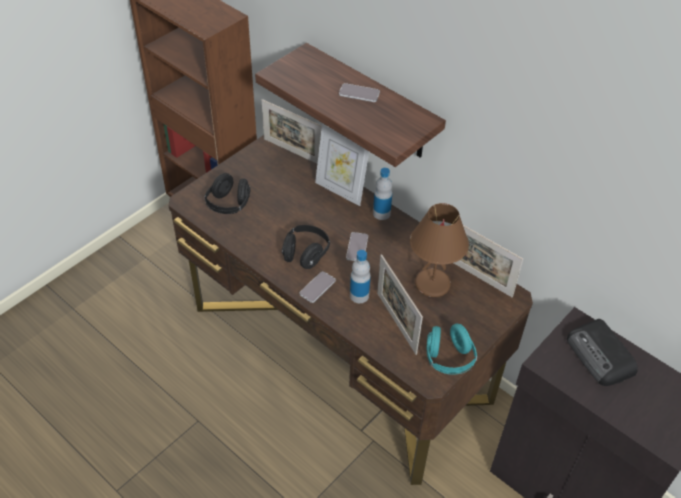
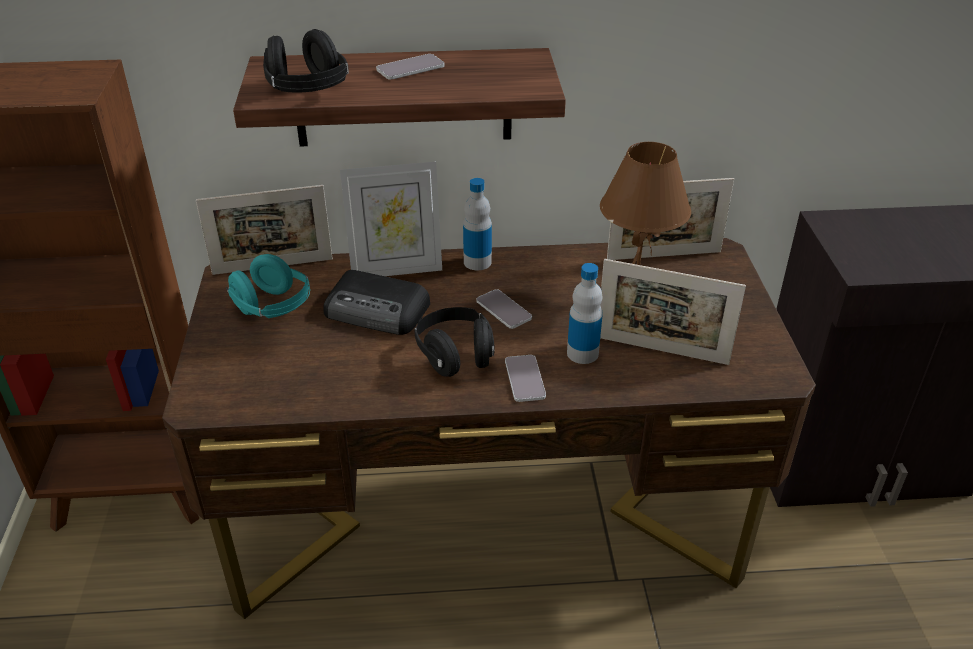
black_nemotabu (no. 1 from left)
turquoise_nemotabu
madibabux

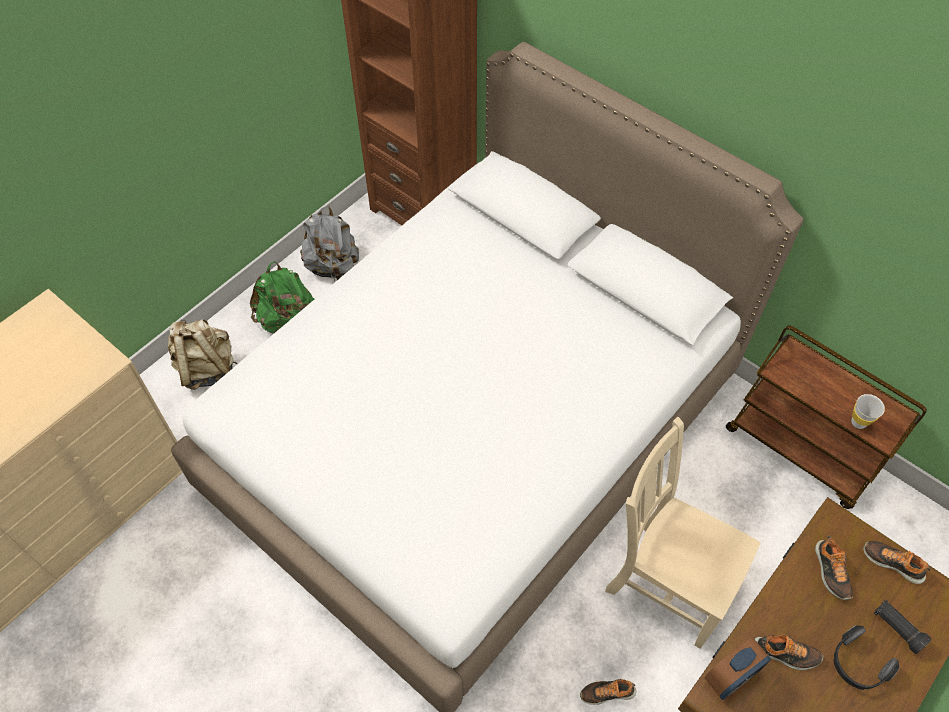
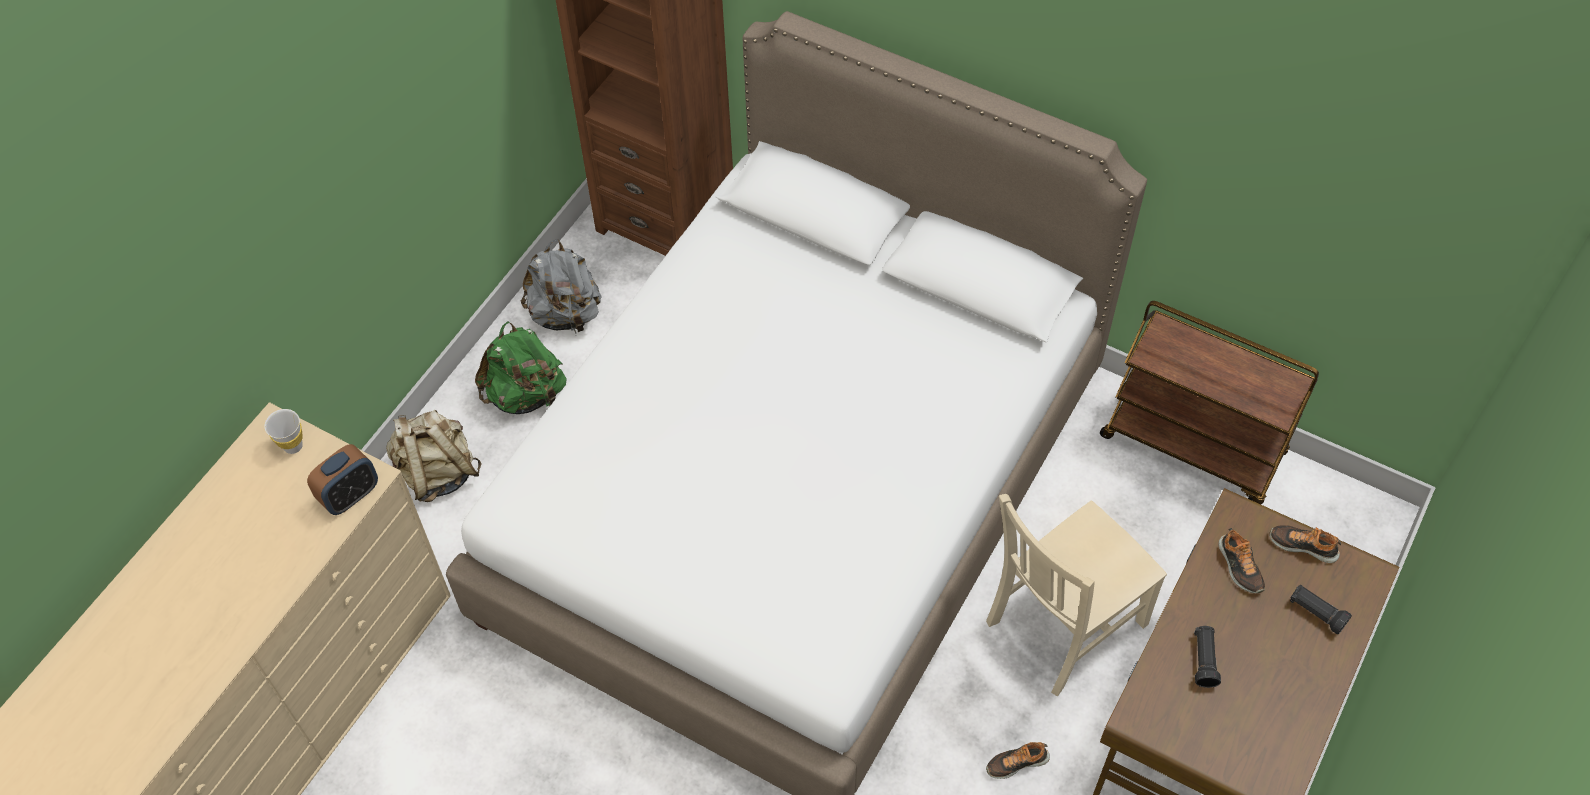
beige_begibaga
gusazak
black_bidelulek (no. 1 from left)
nemotabu
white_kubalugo

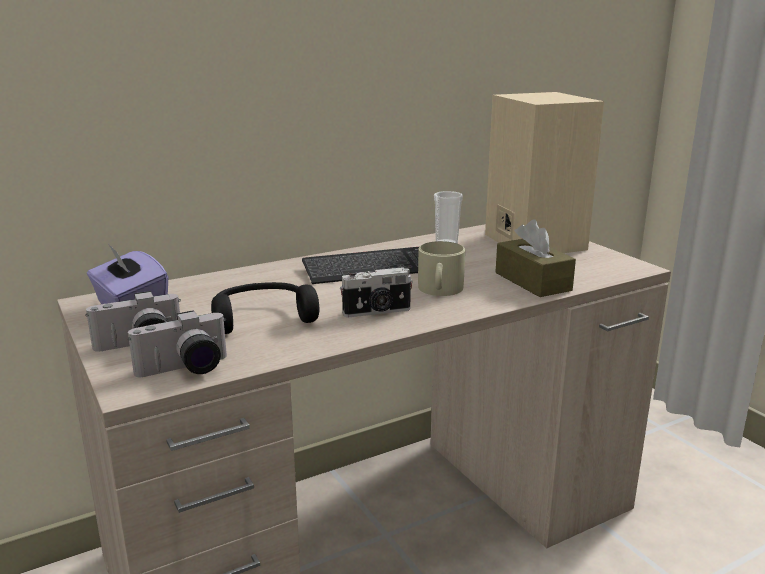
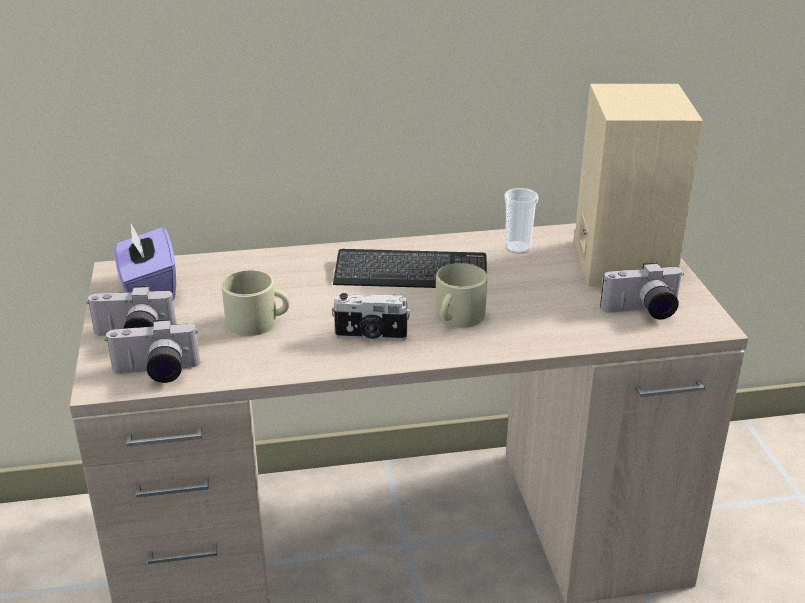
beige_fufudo (no. 1 from left)
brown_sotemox
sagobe (no. 4 from left)

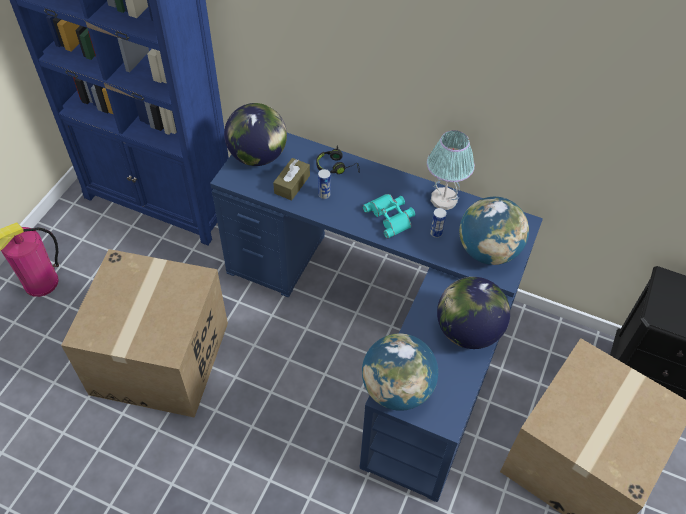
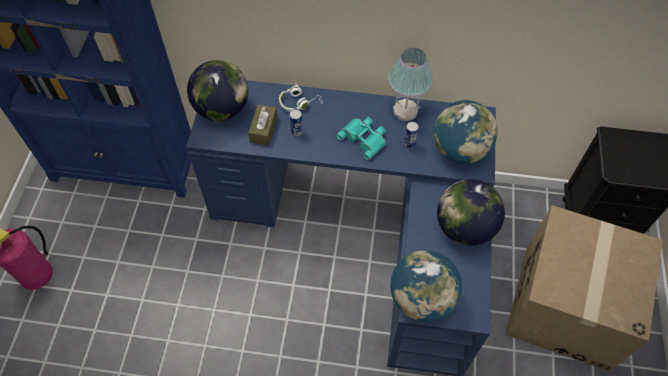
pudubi (no. 1 from left in the first image)
white_nemotabu

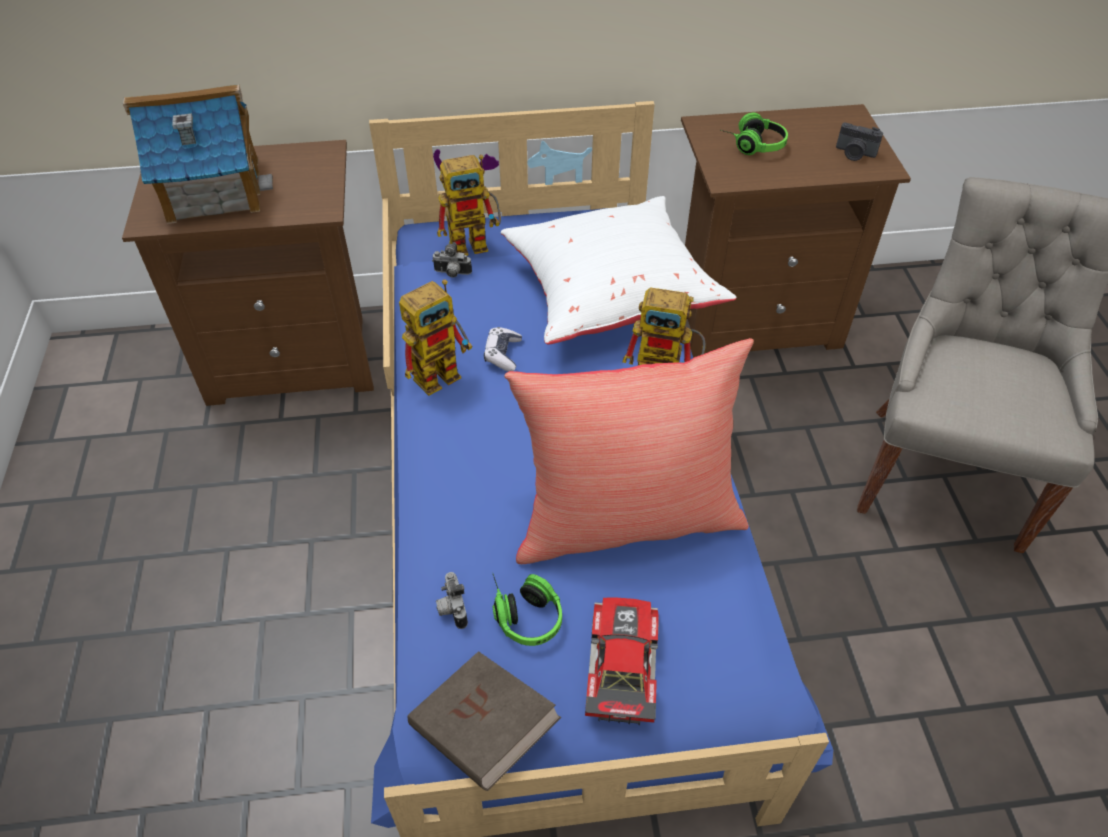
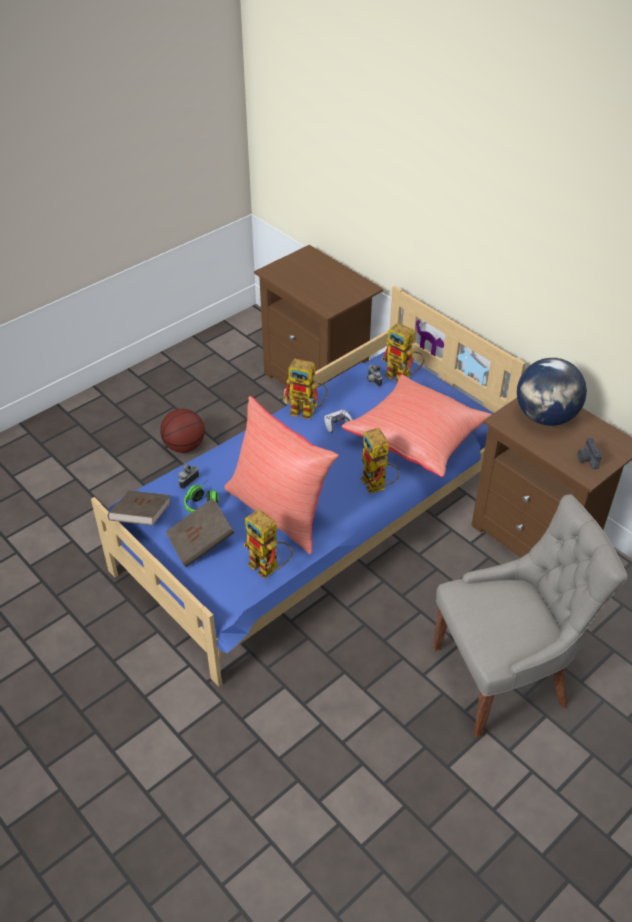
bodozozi
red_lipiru (no. 2 from left)
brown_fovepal (no. 2 from left)
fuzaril
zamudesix
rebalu (no. 1 from left)

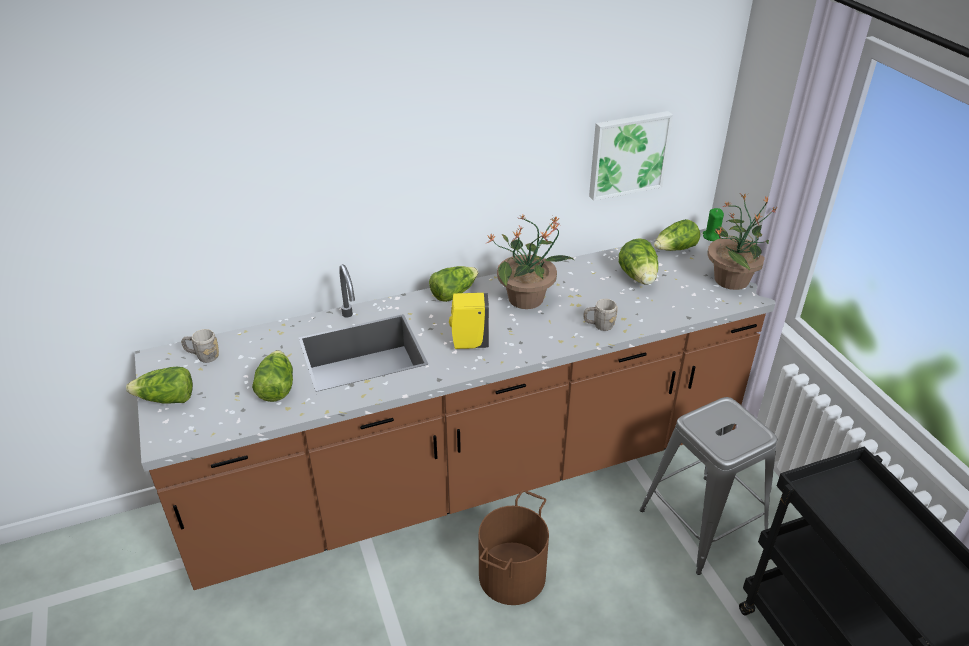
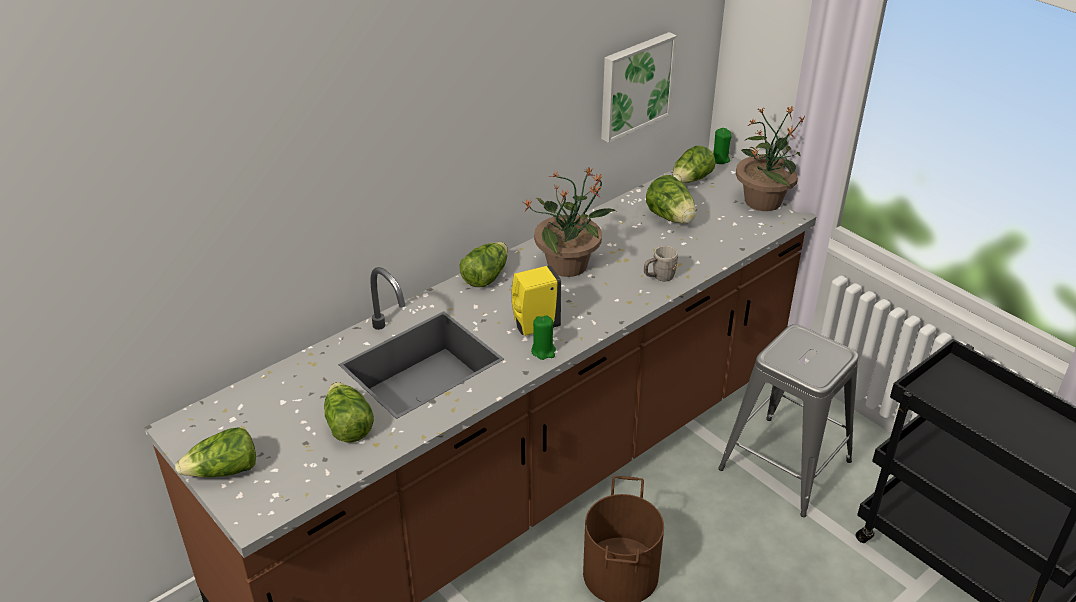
grey_fufudo (no. 1 from left in the first image)
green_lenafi (no. 1 from left)

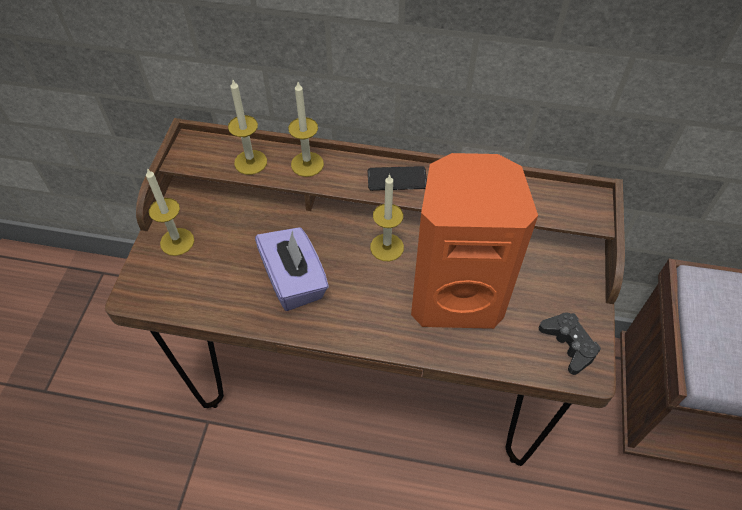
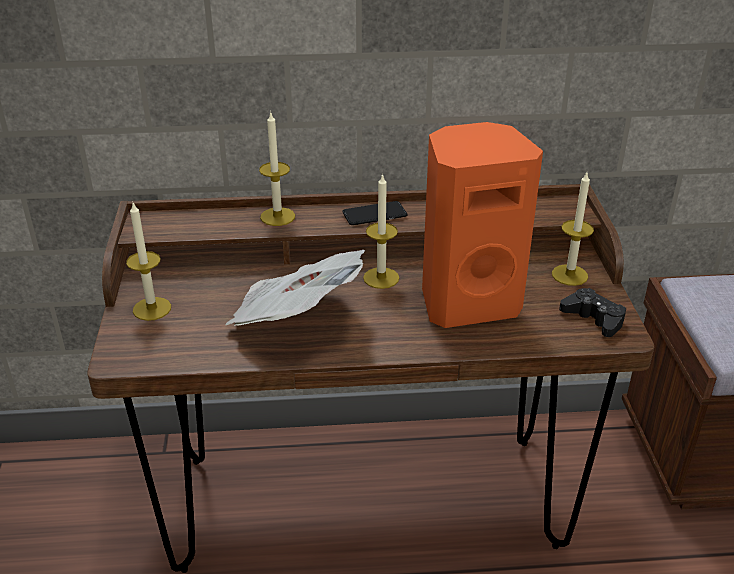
lenafi (no. 4 from left)
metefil

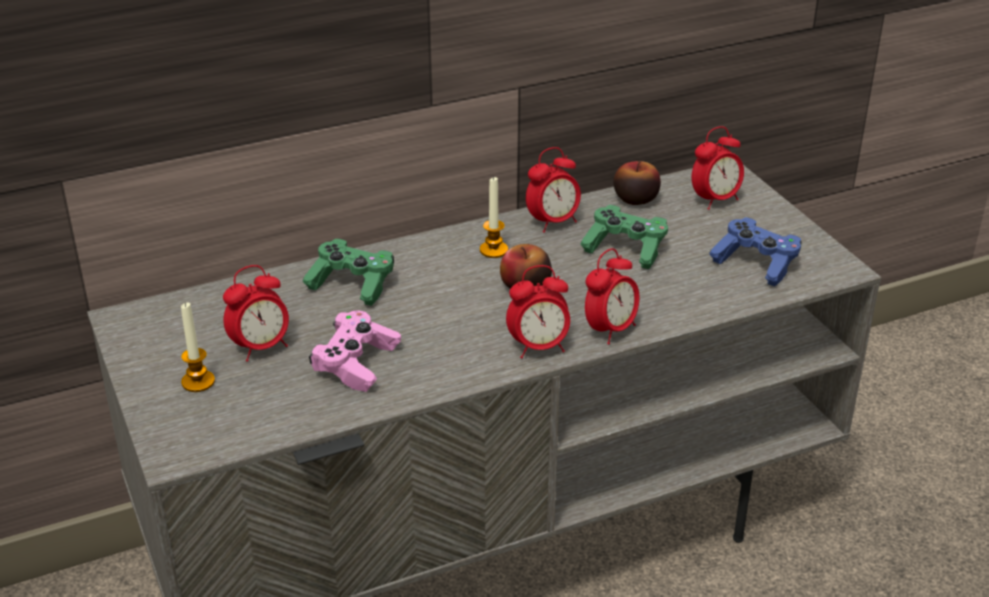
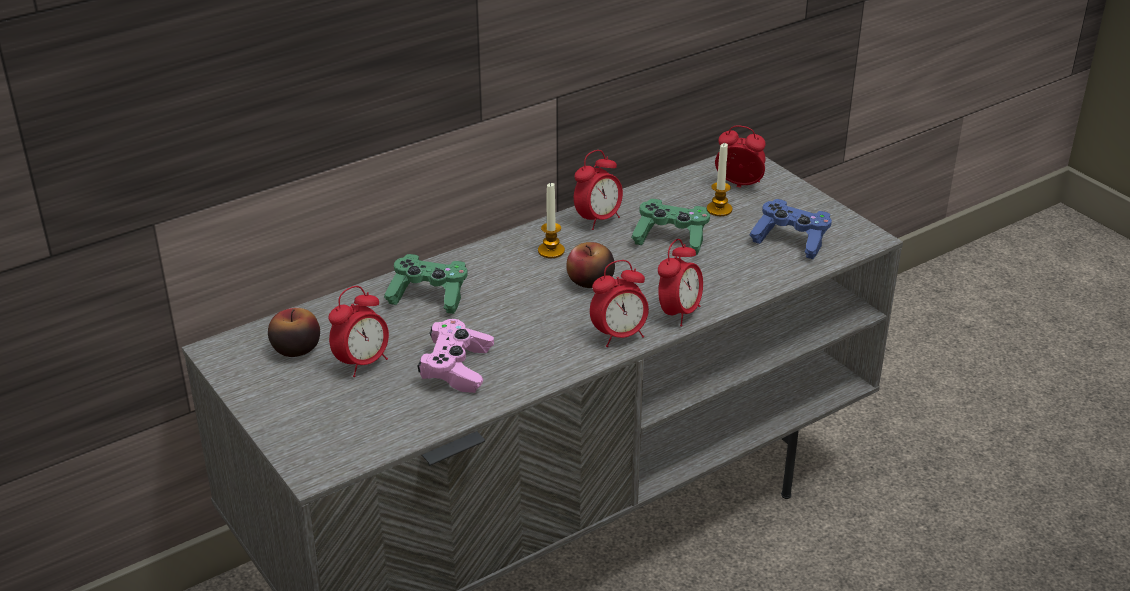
lenafi (no. 2 from left)
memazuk (no. 1 from left)
gusazak (no. 5 from left)

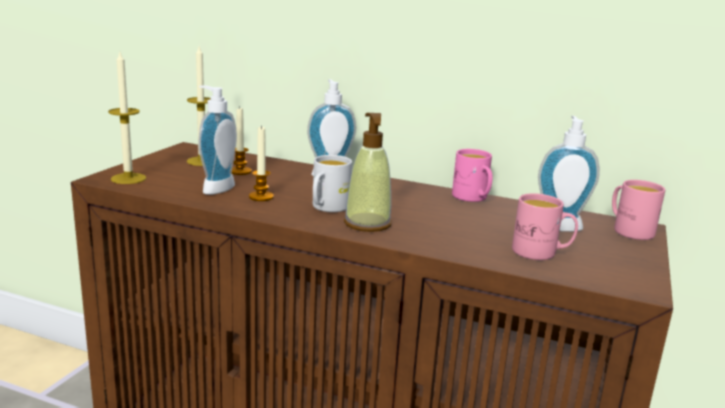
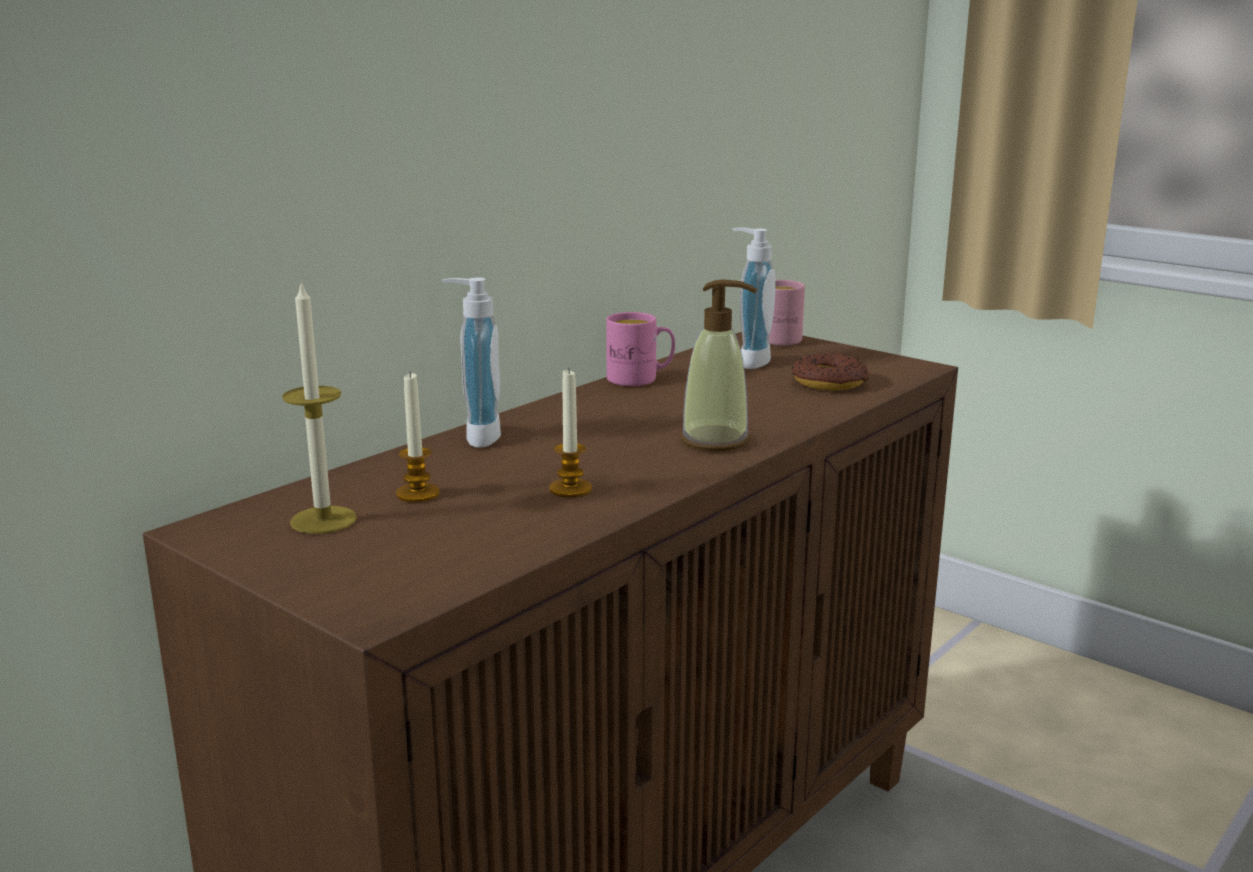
lenafi (no. 1 from left in the first image)
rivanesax (no. 1 from left in the first image)
white_fufudo
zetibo

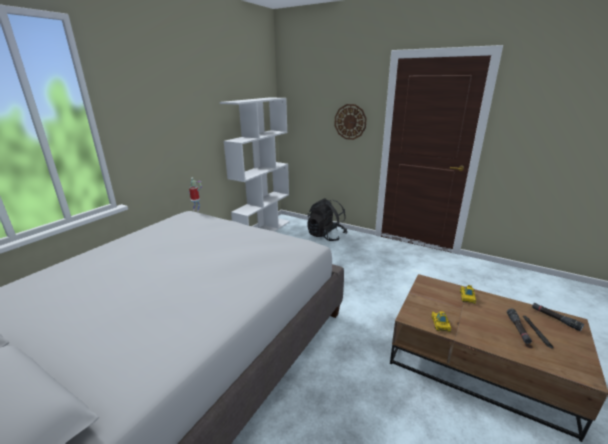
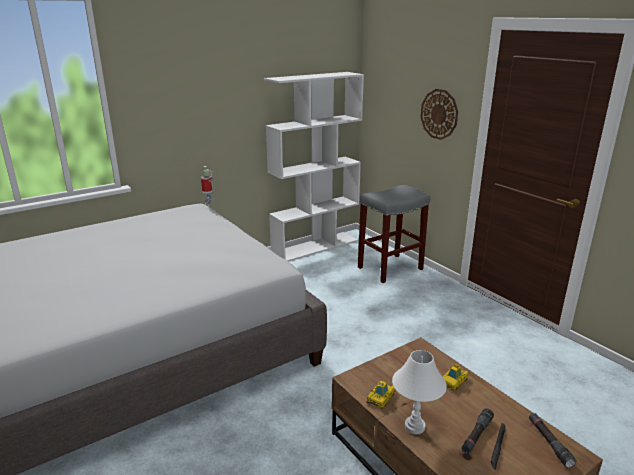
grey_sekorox
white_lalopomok

